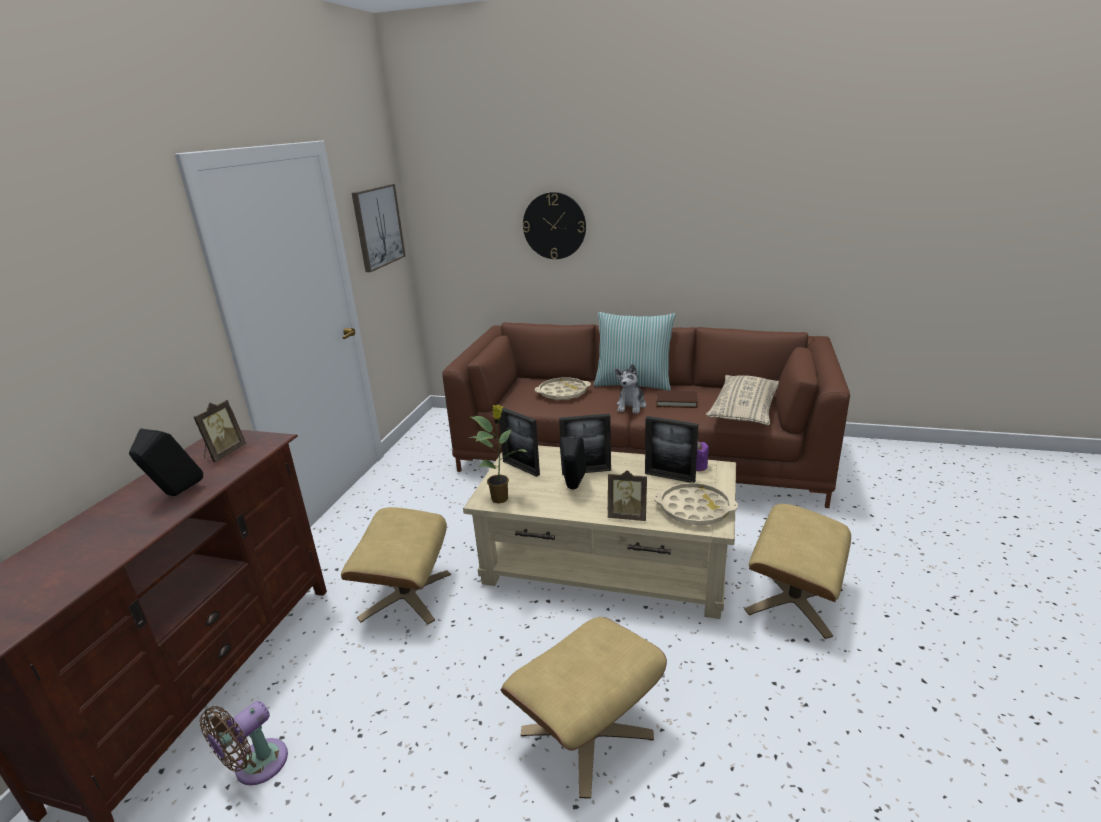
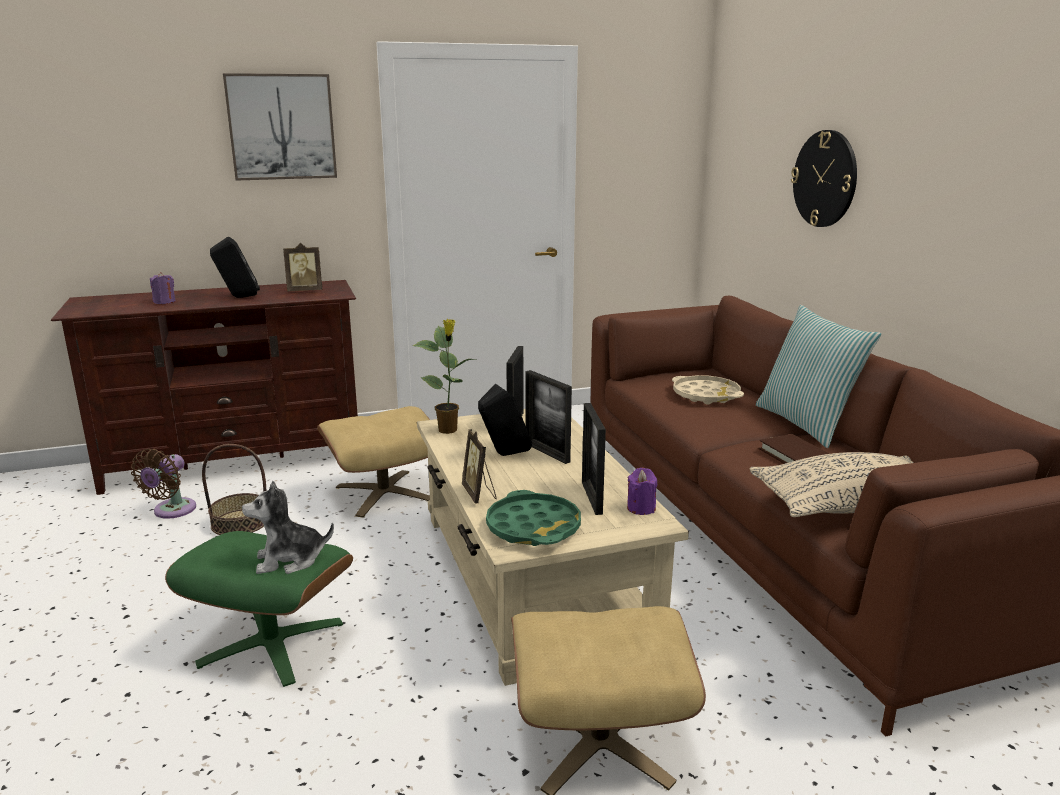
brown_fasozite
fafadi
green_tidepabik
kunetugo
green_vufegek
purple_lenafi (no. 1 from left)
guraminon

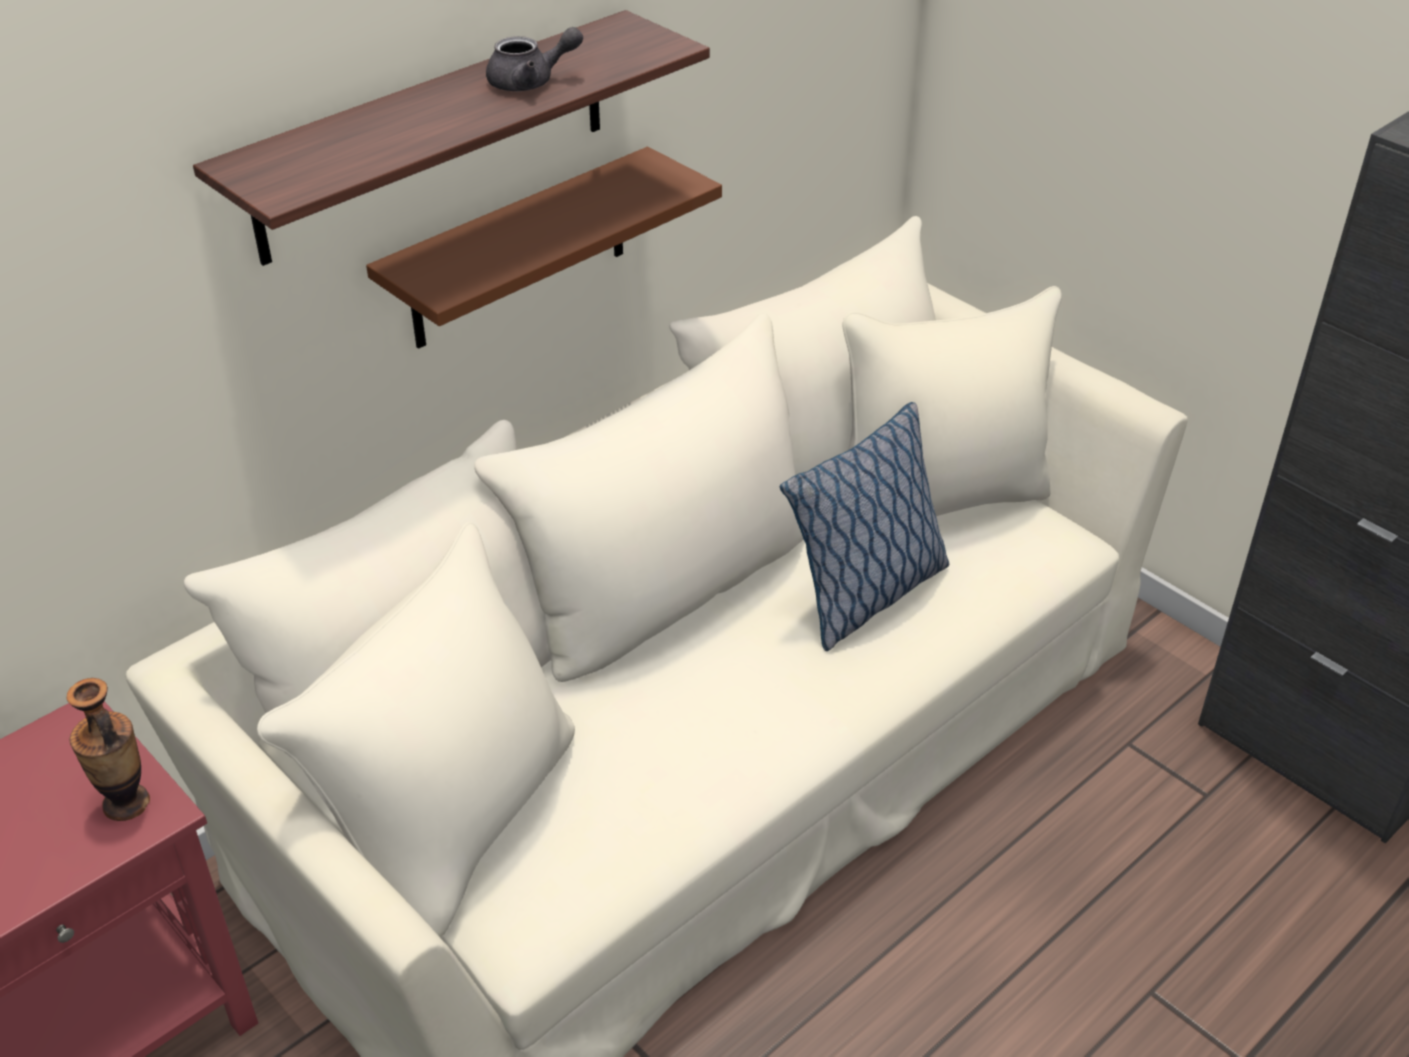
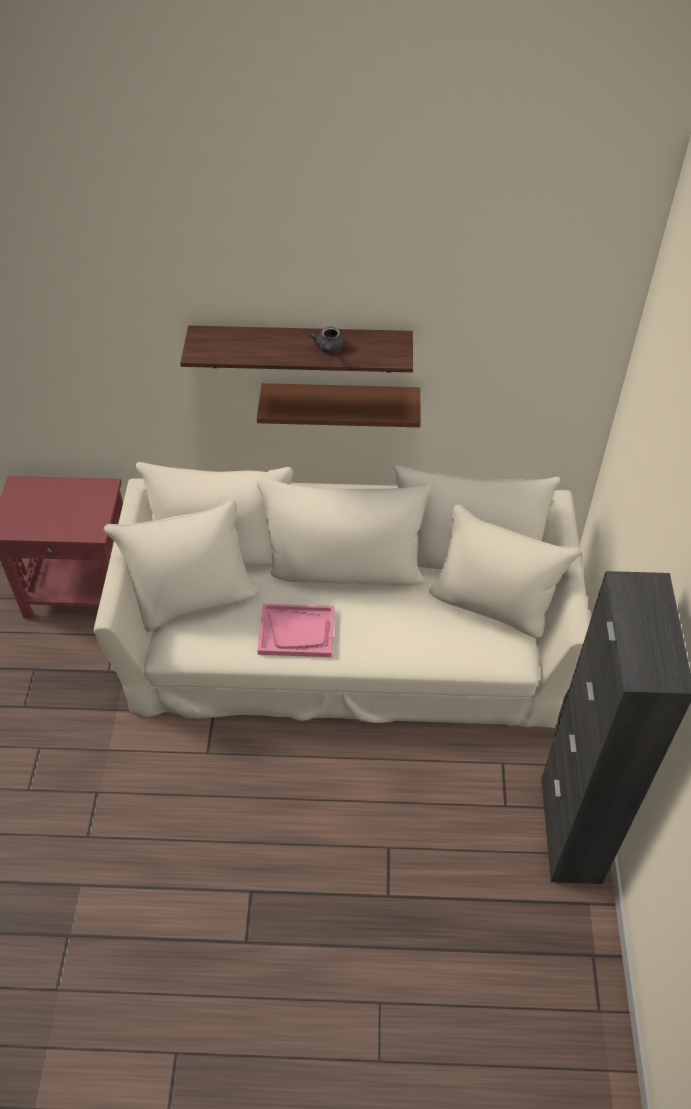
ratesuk
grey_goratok
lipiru
pink_vufegek

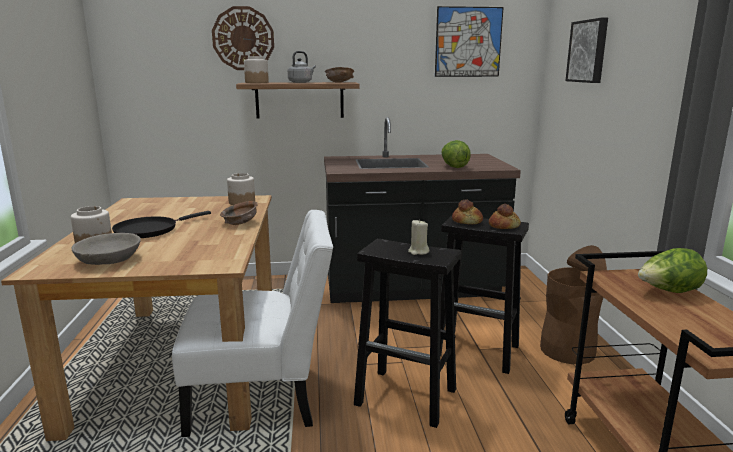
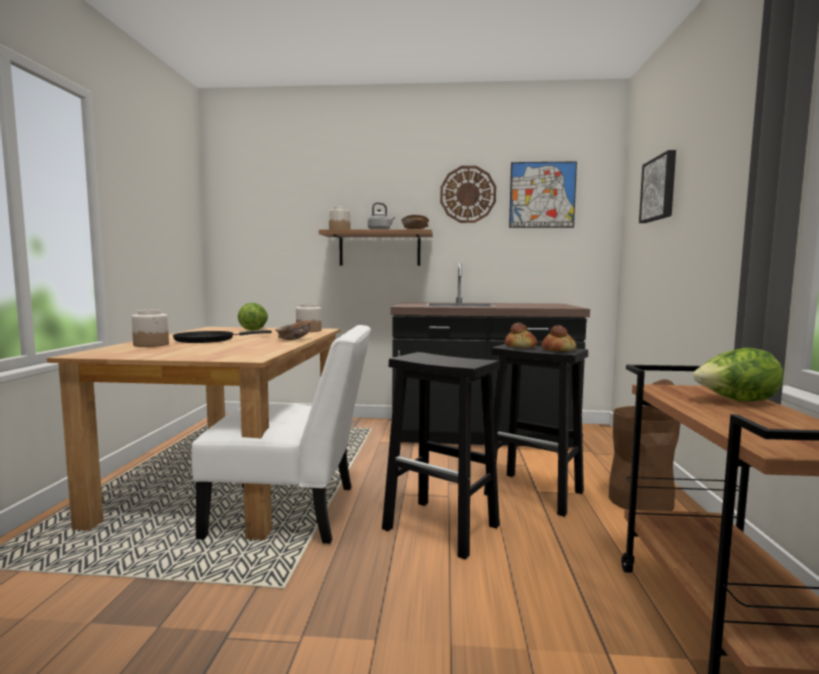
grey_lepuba
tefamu
beige_lenafi
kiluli (no. 1 from left)

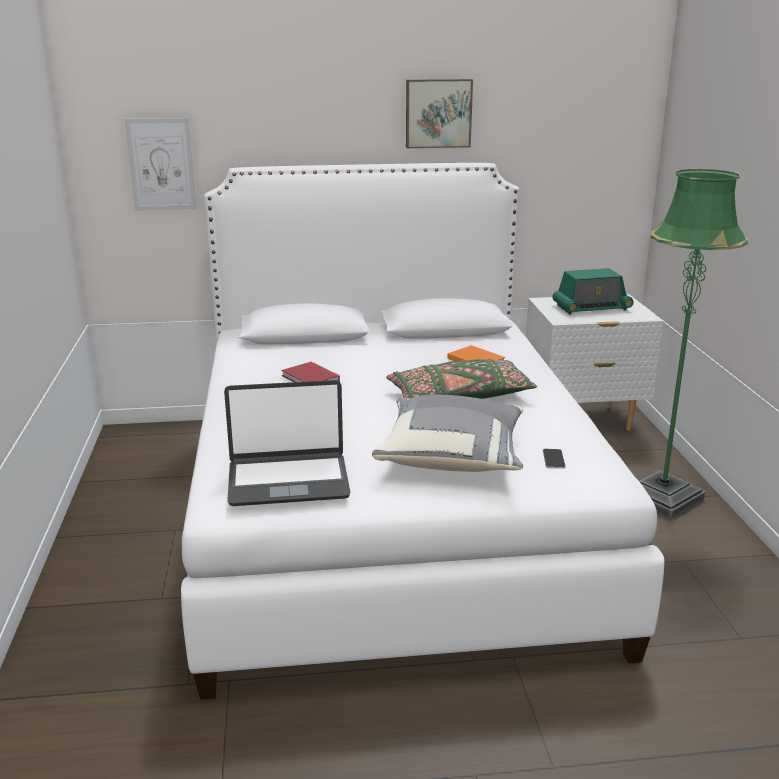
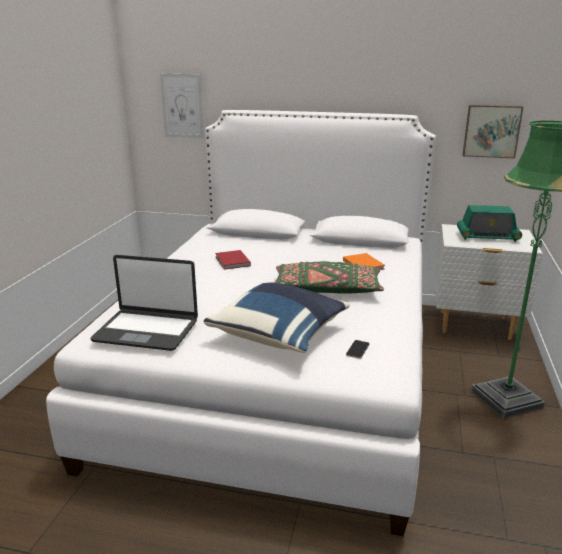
blue_lipiru
fafadi (no. 2 from left)

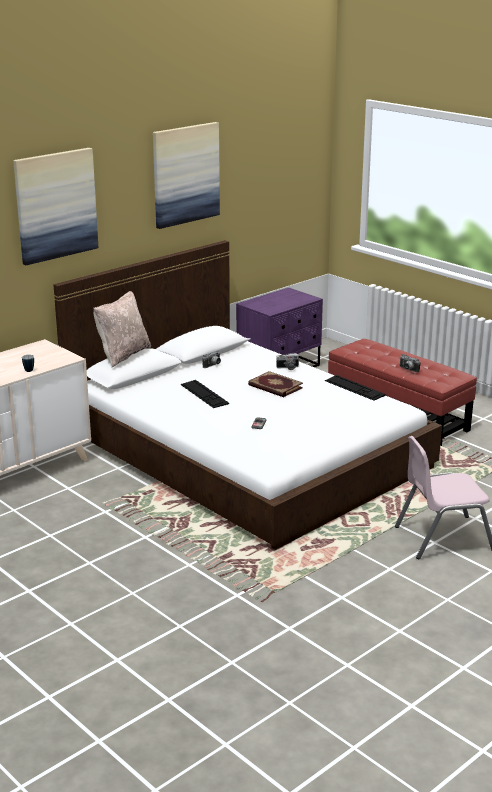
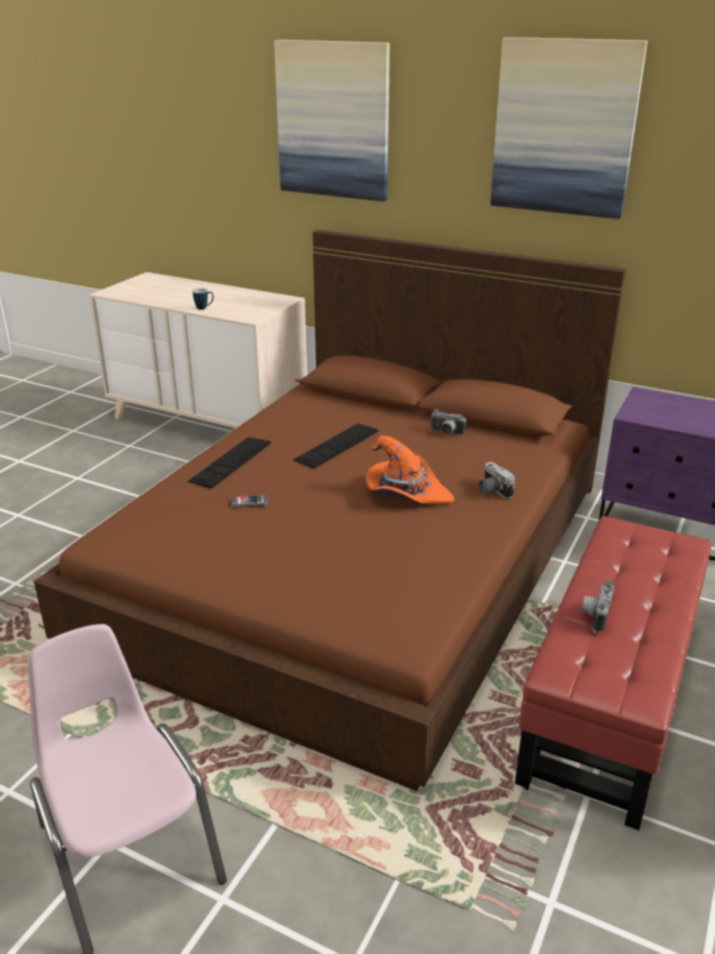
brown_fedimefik
beige_lipiru
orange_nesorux
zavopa (no. 1 from left)

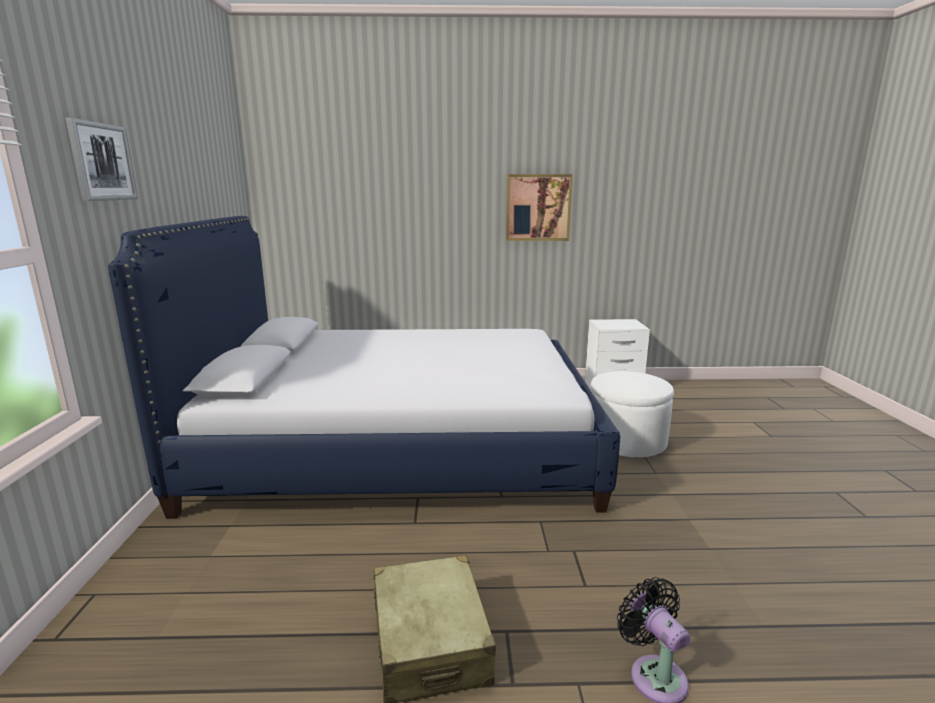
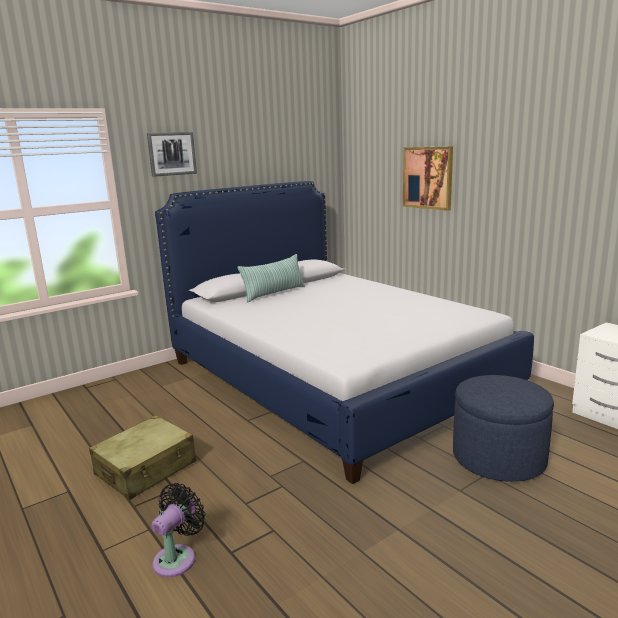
fafadi (no. 2 from left)
blue_tidepabik
lipiru

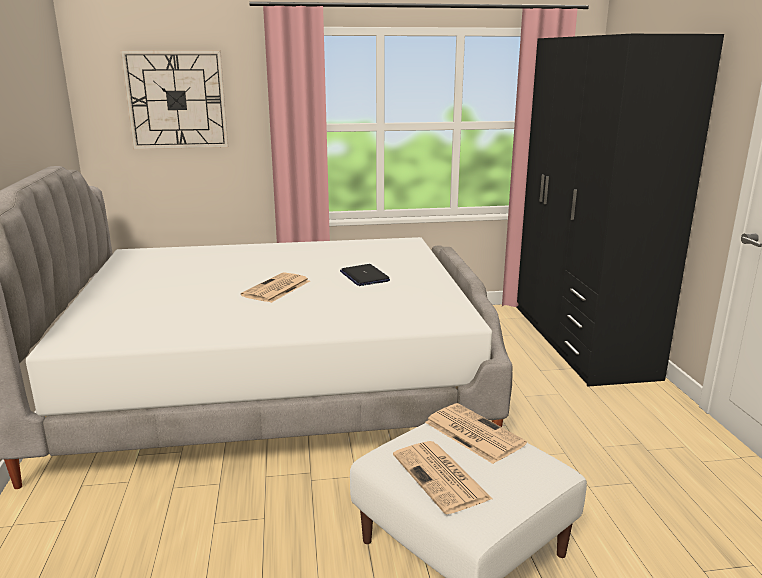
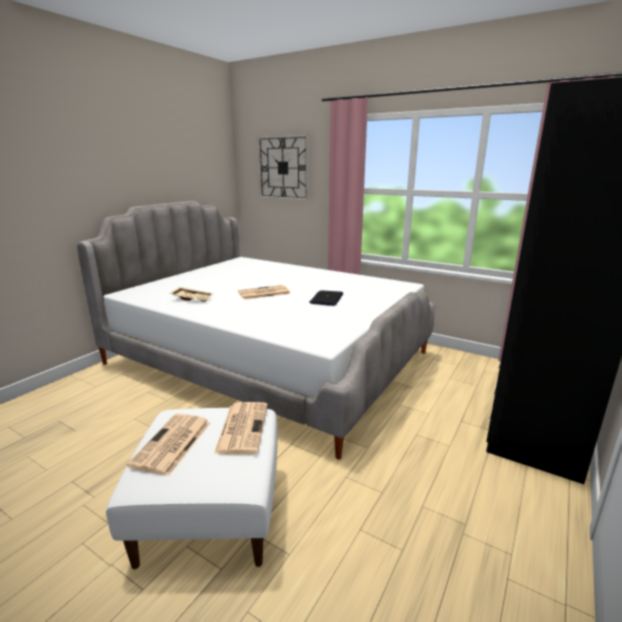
beige_vufegek

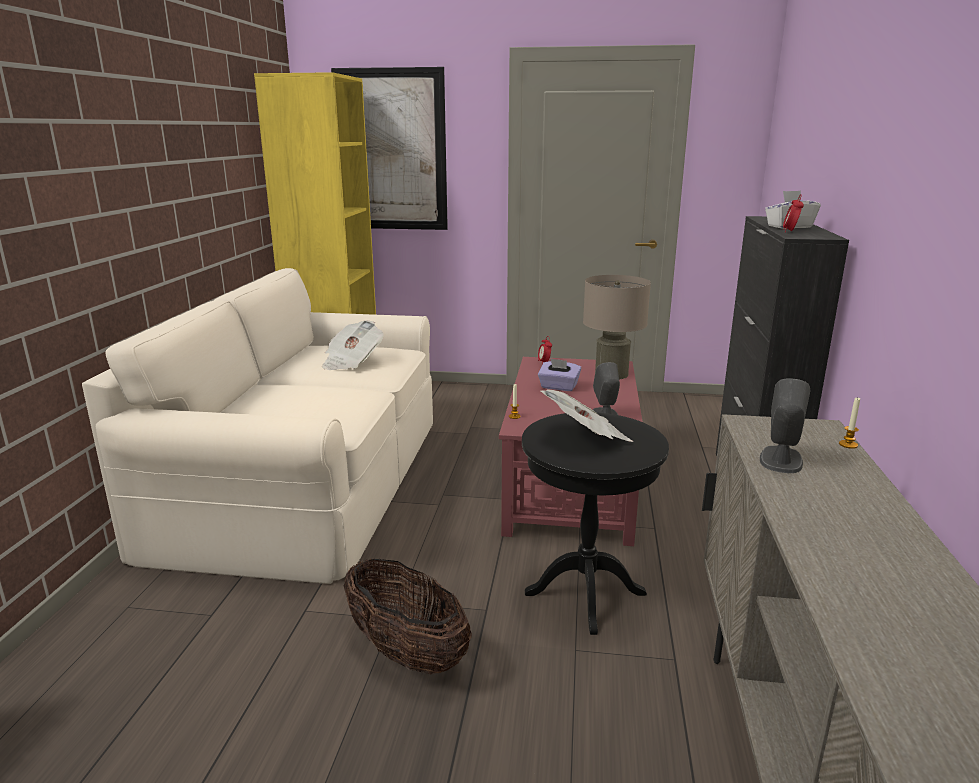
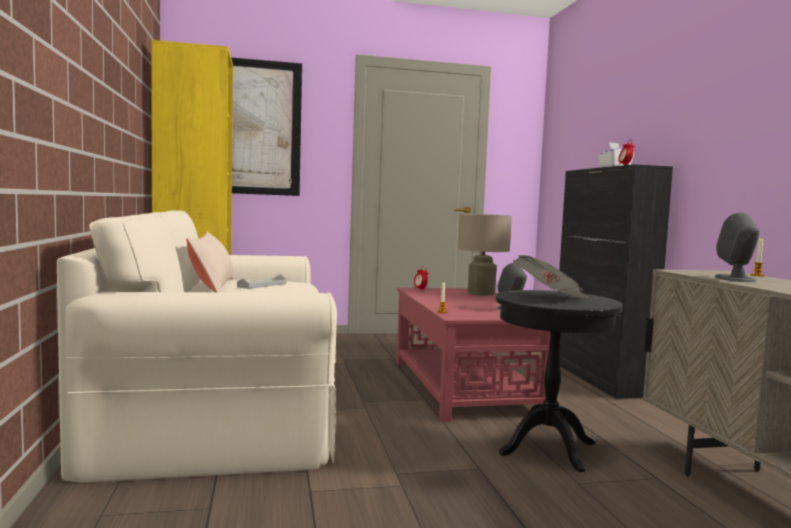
grey_vufegek
guraminon
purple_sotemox
beige_lipiru

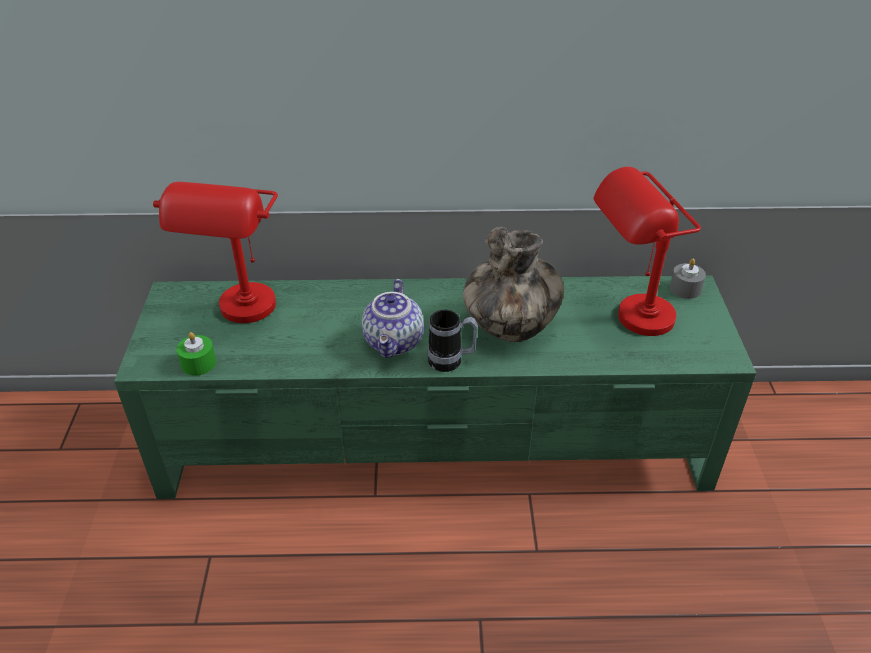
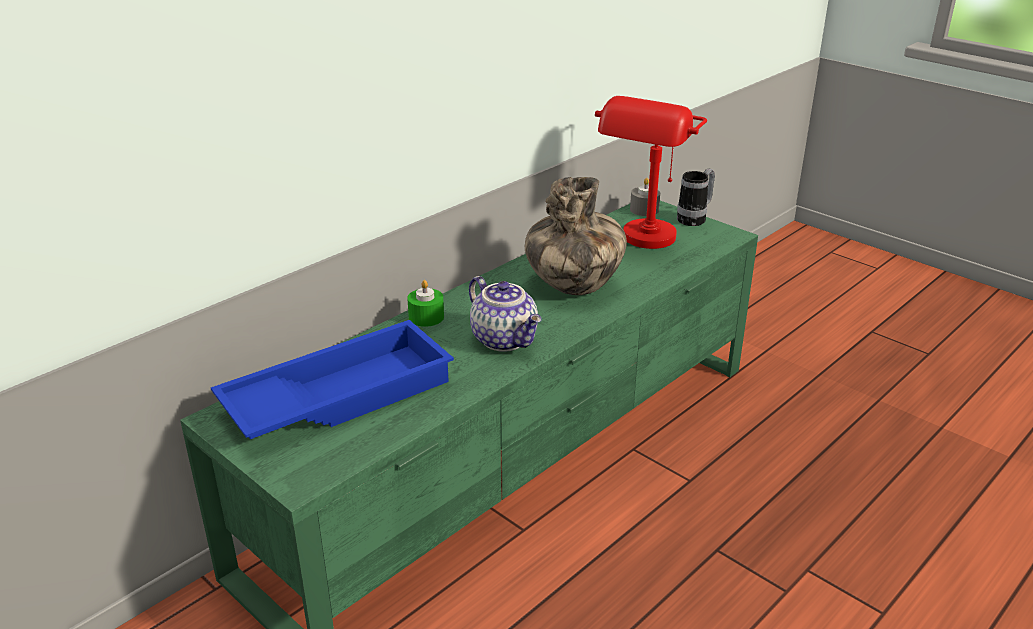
blue_vufegek
green_lenafi
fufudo

